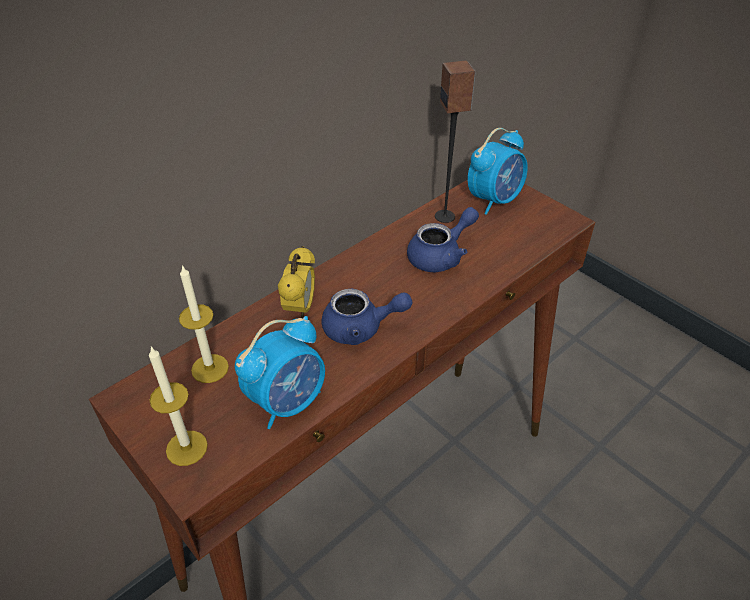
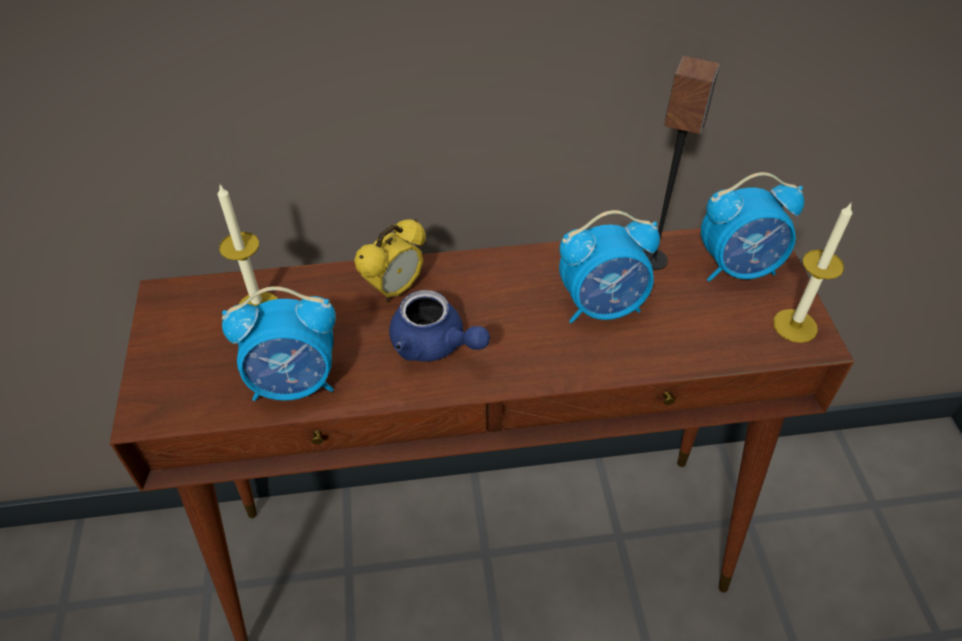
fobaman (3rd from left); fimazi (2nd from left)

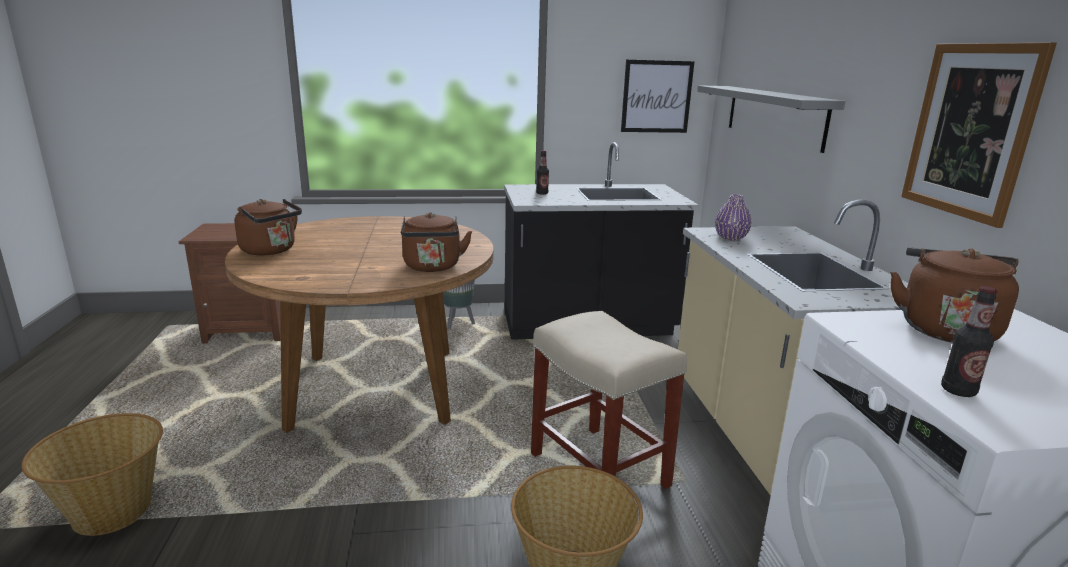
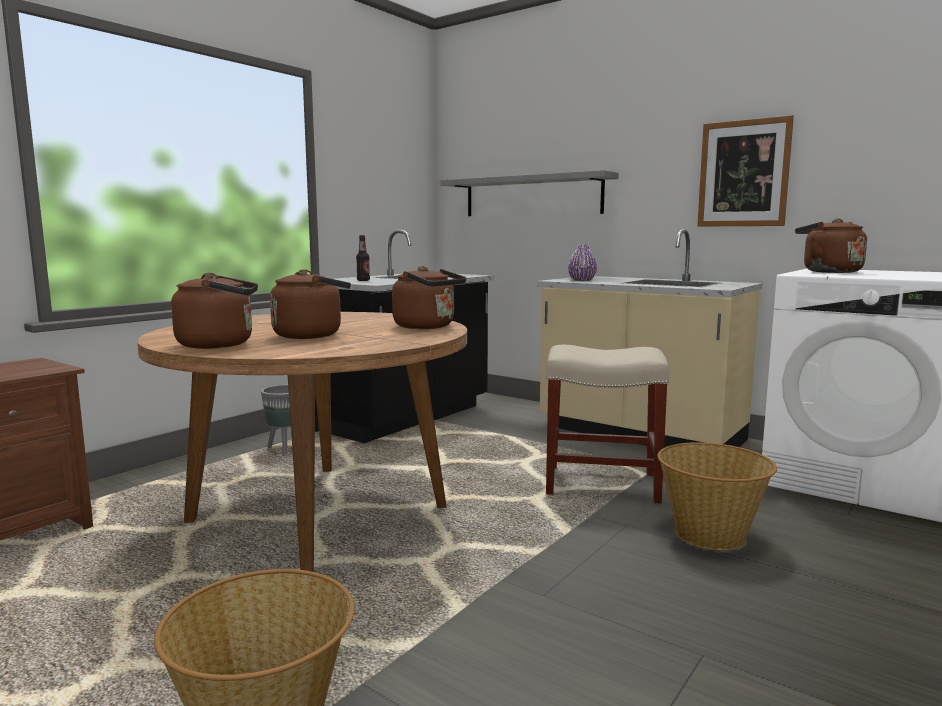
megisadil (1st from left in the first image); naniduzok (2nd from left in the first image); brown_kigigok (2nd from left)

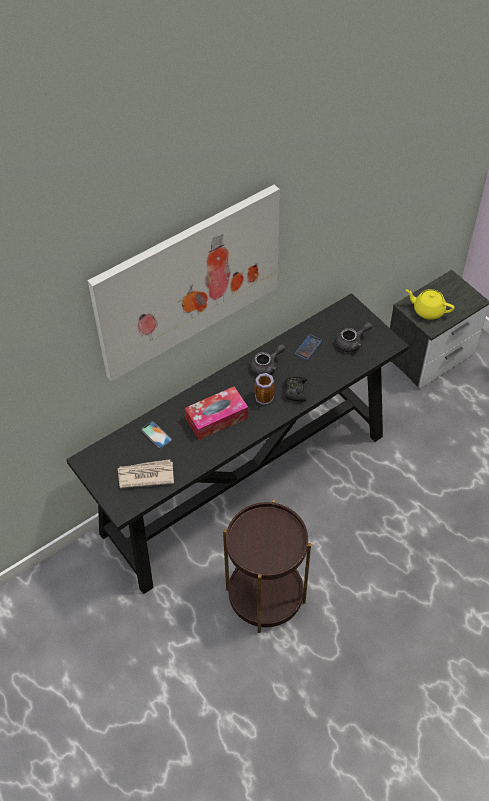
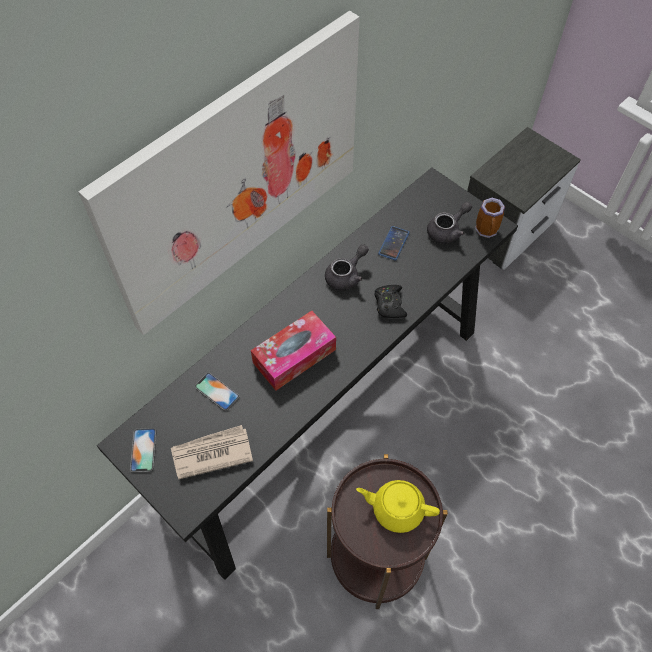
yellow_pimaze; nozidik; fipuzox (1st from left)

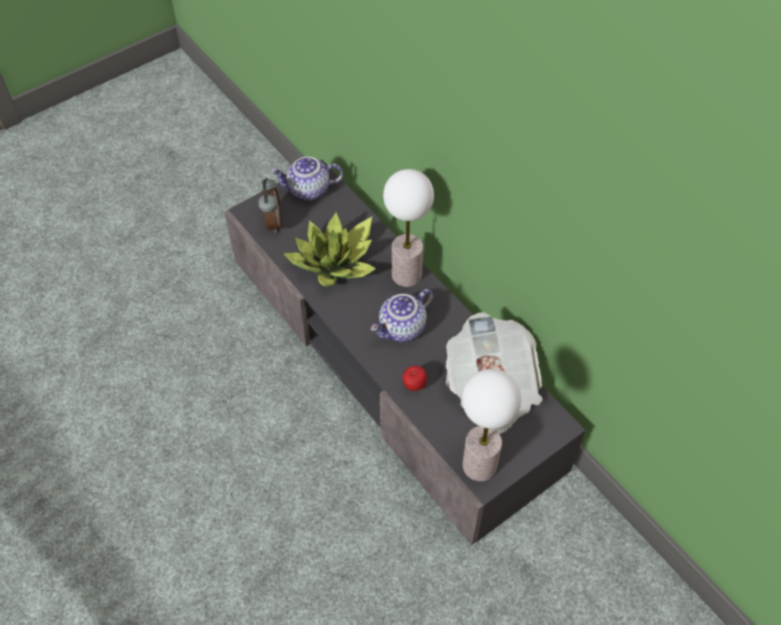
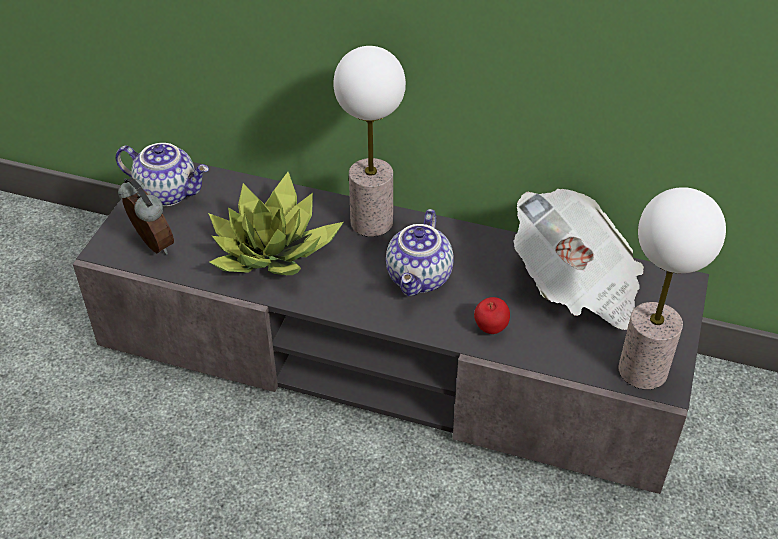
pimaze (1st from left)

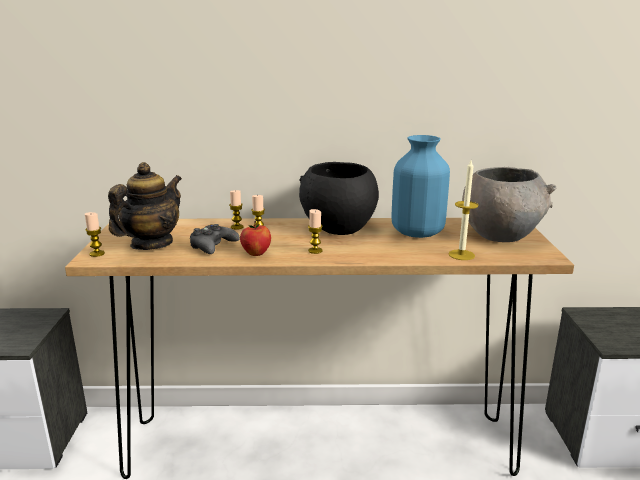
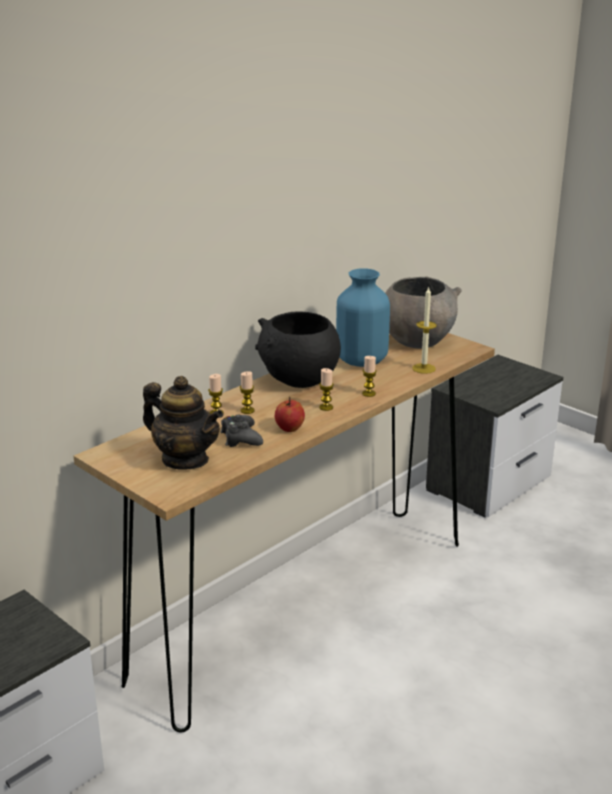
pimaze; fimazi (4th from left)

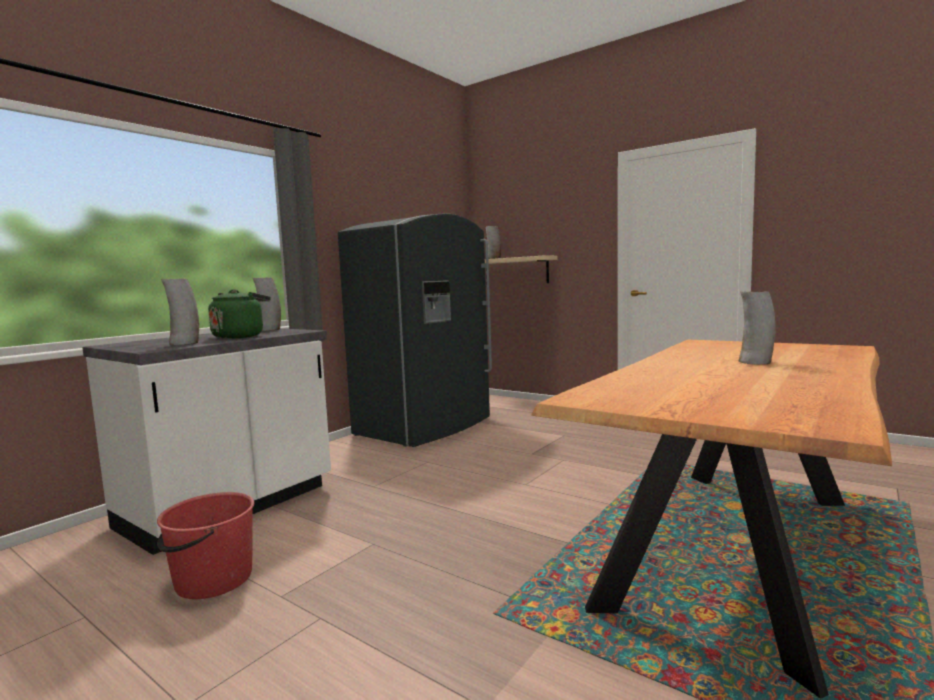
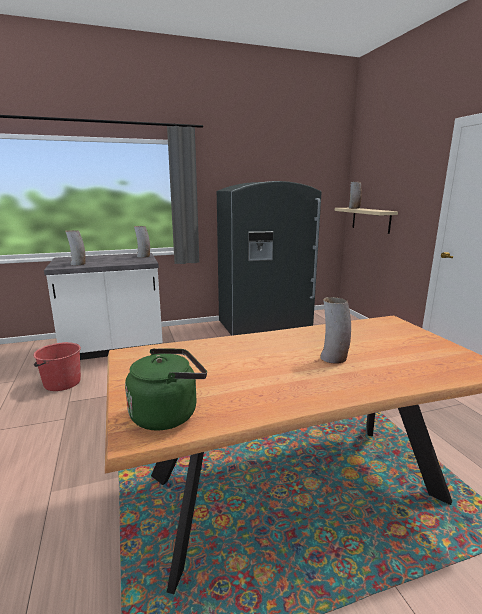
green_kigigok

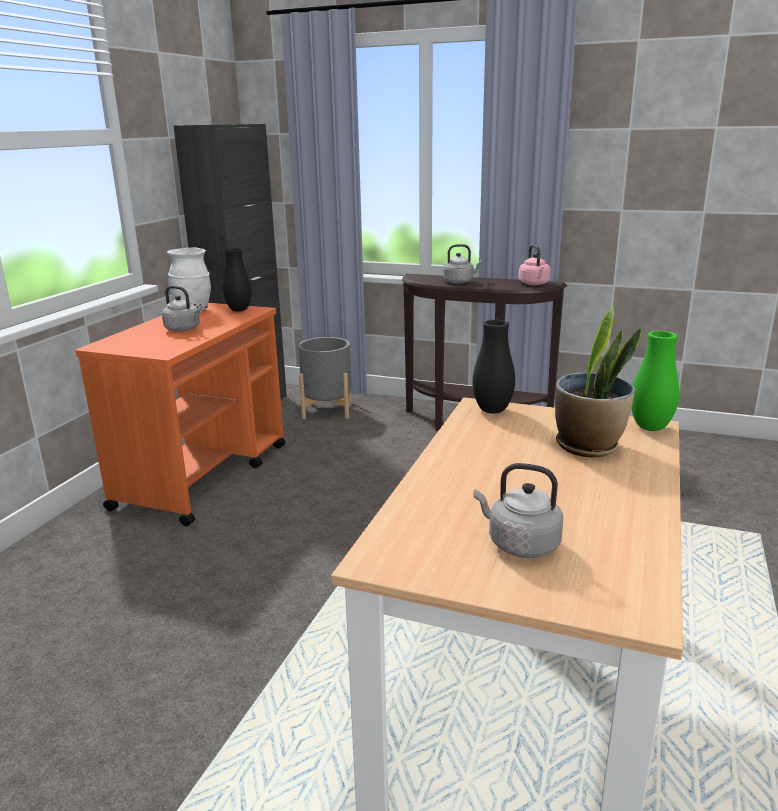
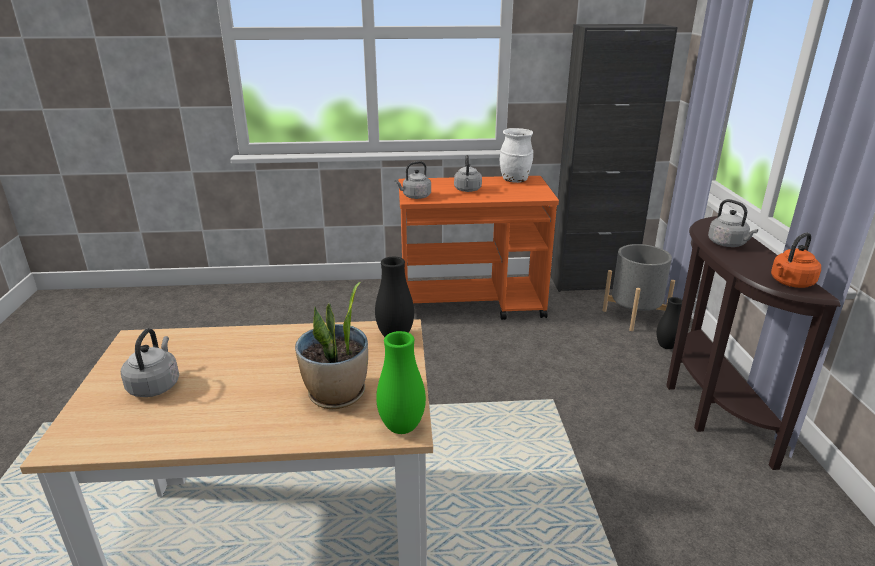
orange_kigigok; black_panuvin (2nd from left); grey_kigigok (2nd from left)

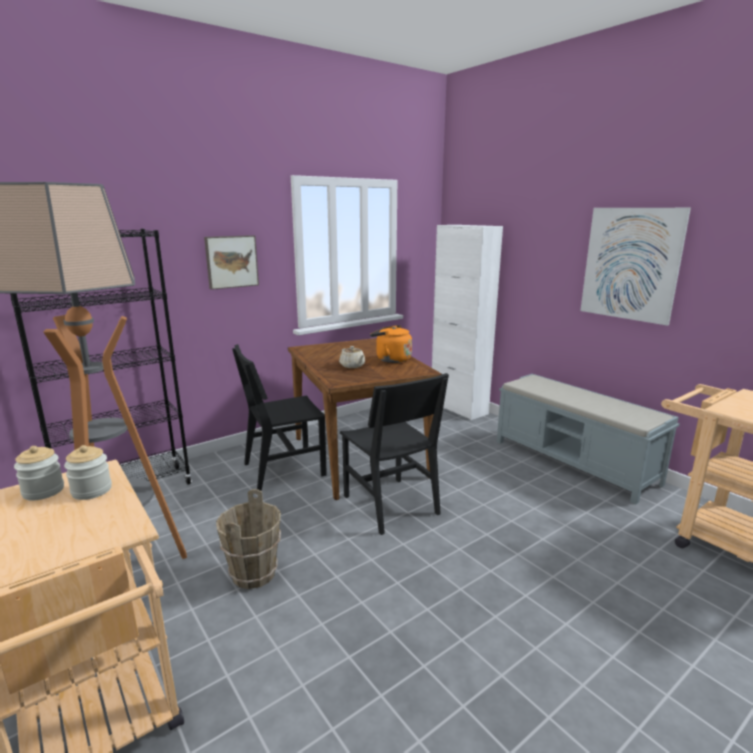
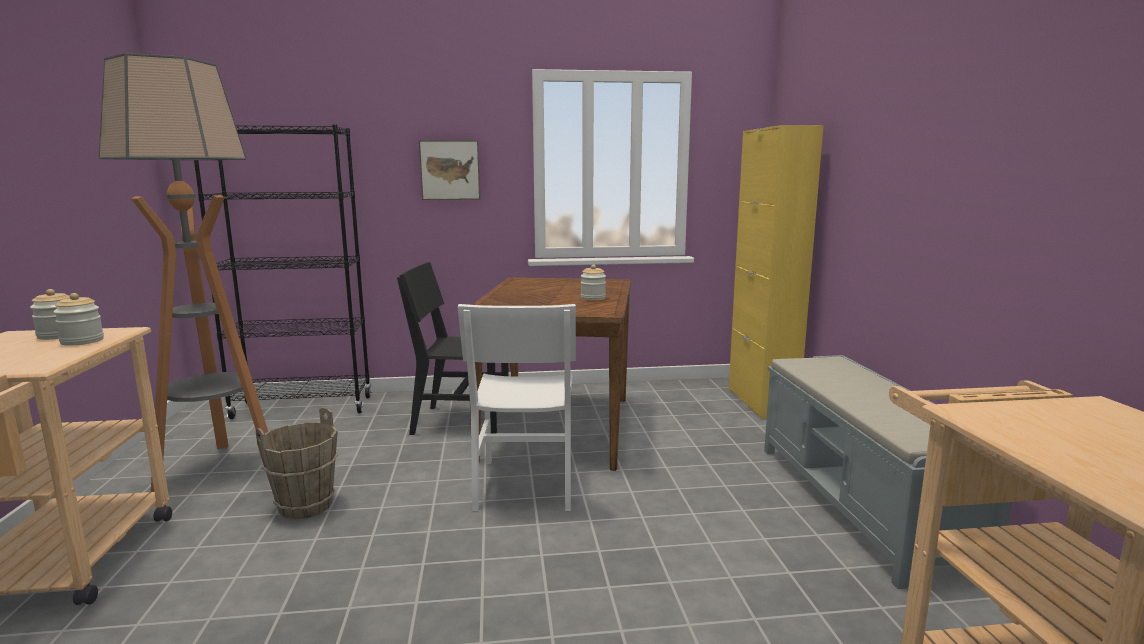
megisadil (2nd from left in the first image); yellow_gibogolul; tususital (3rd from left); beige_pimaze; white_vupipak

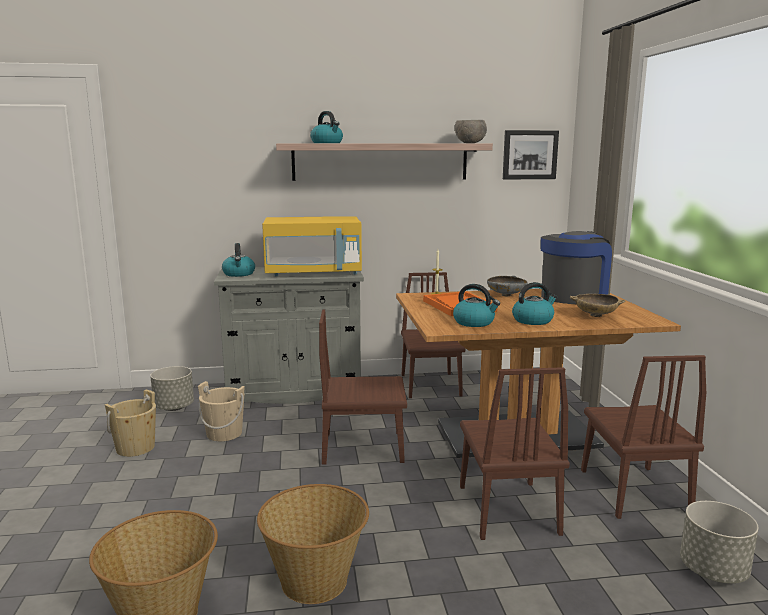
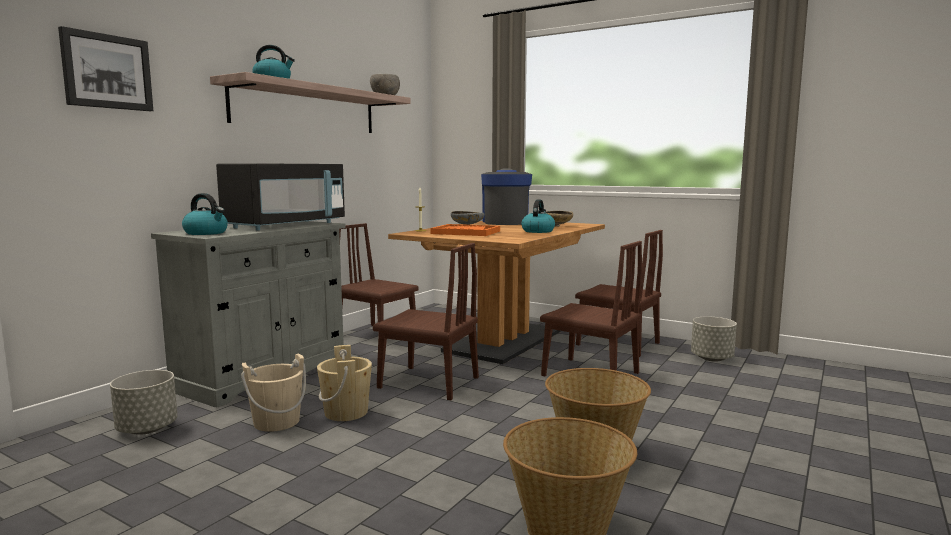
megisadil; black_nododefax; kigigok (3rd from left in the first image); brown_vupipak (2nd from left); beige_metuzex (2nd from left)

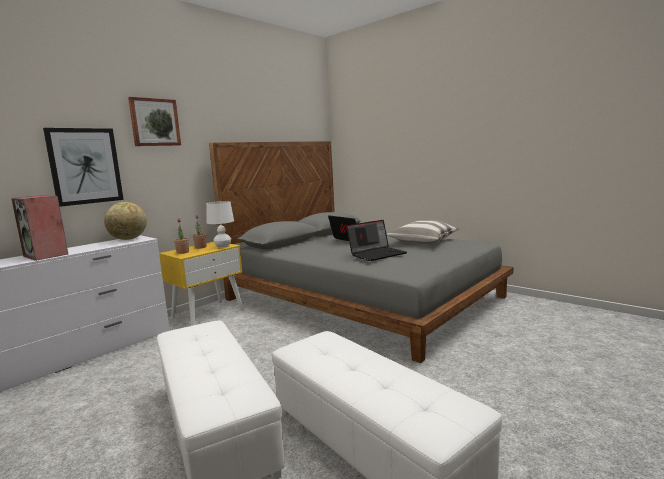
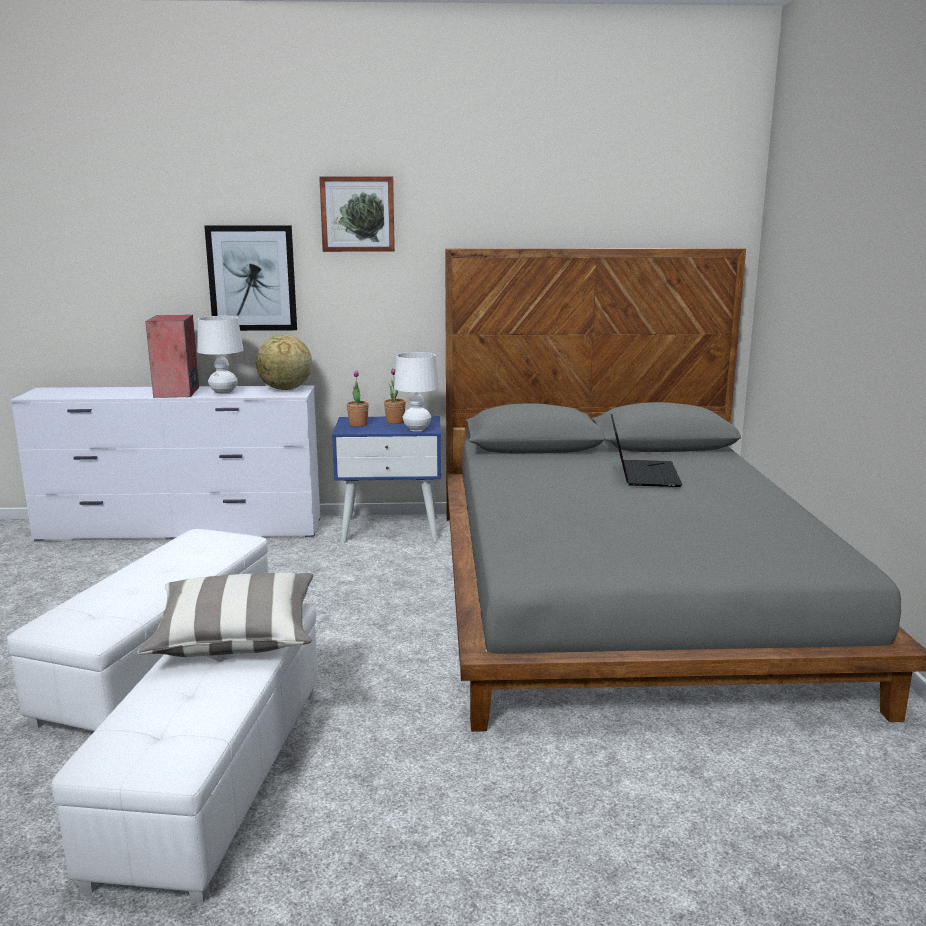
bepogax (2nd from left in the first image); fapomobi; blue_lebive; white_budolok (1st from left)

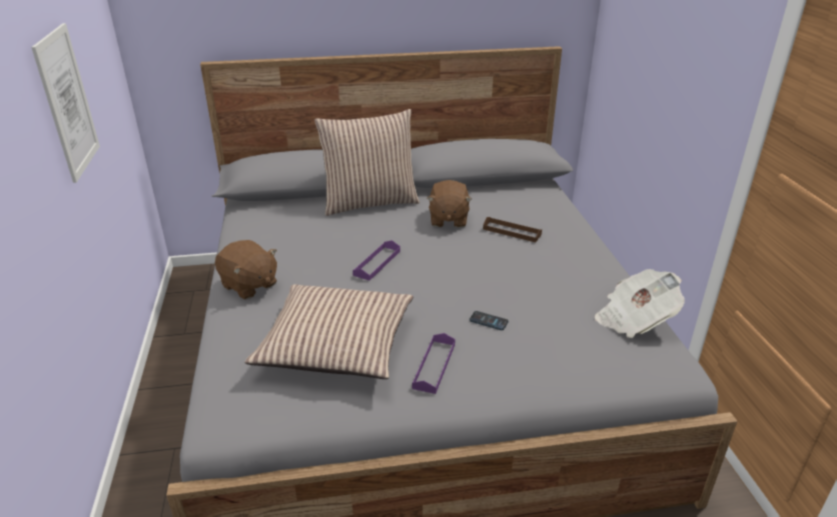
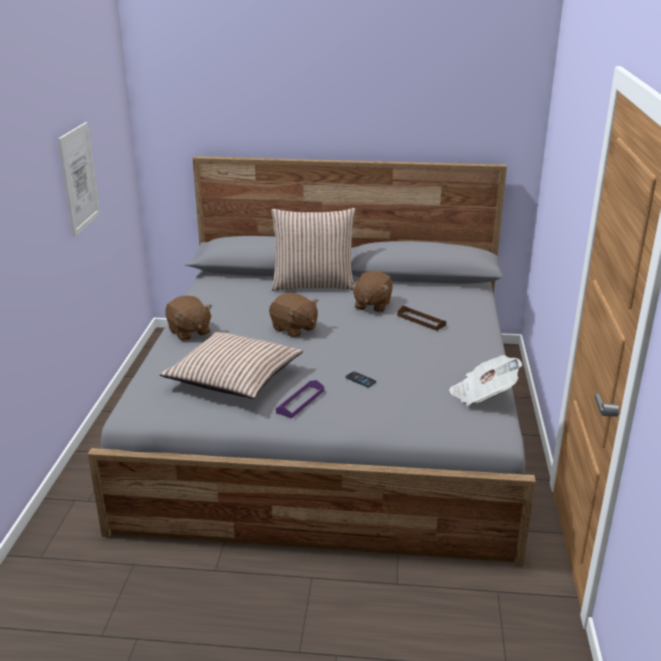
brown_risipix (2nd from left)

